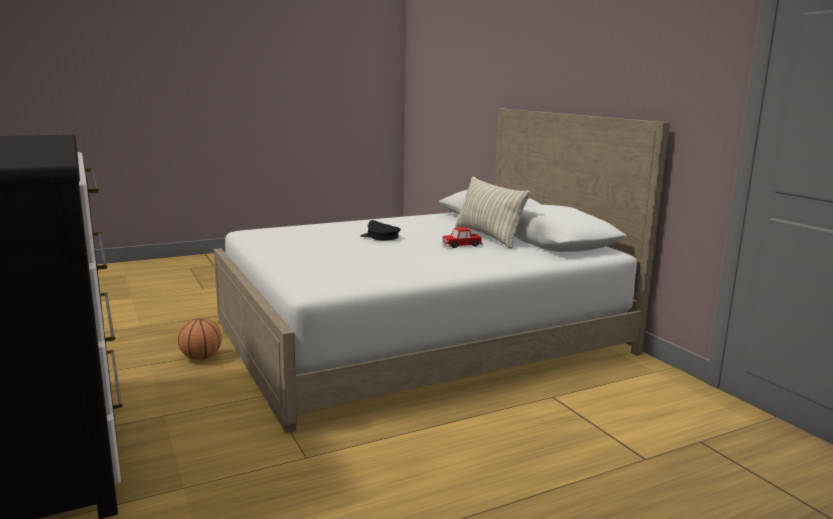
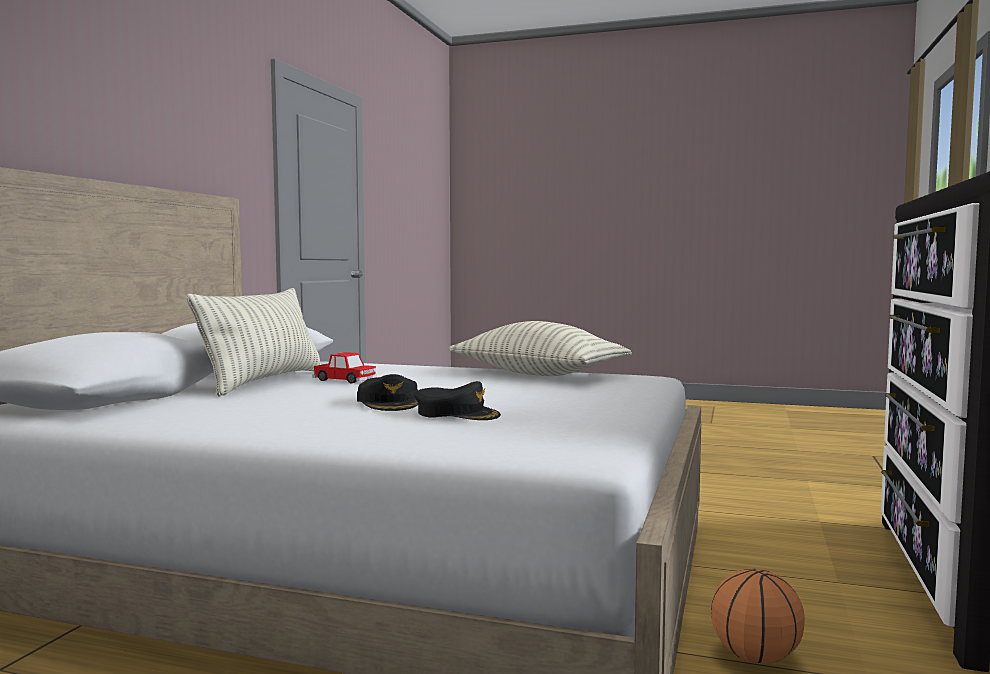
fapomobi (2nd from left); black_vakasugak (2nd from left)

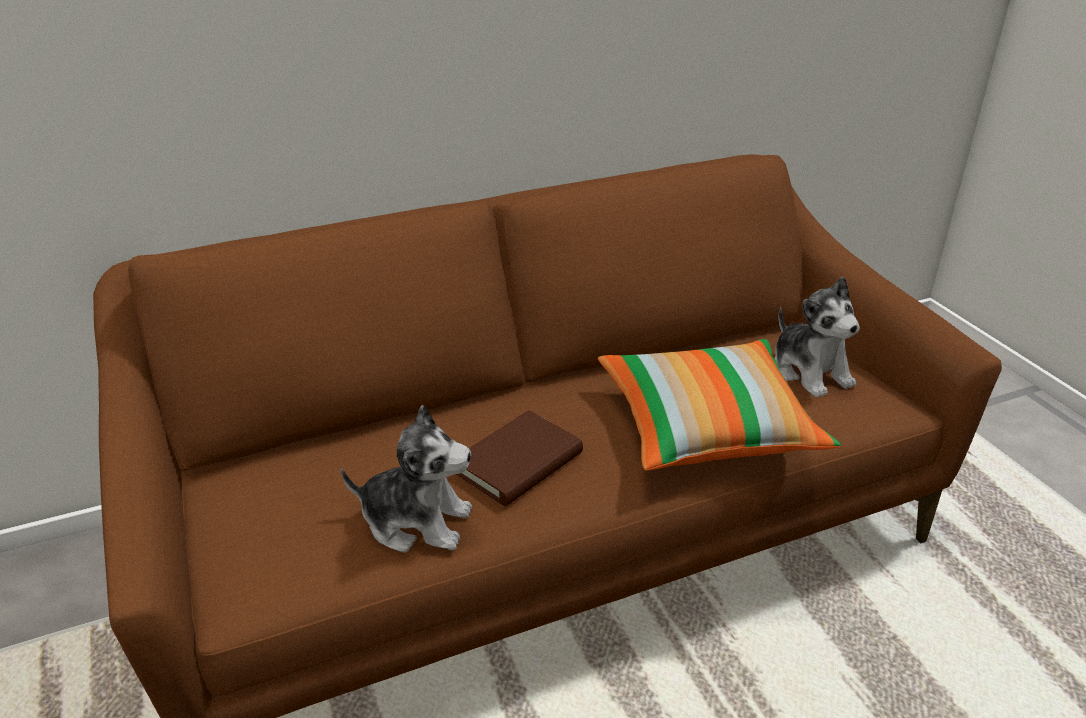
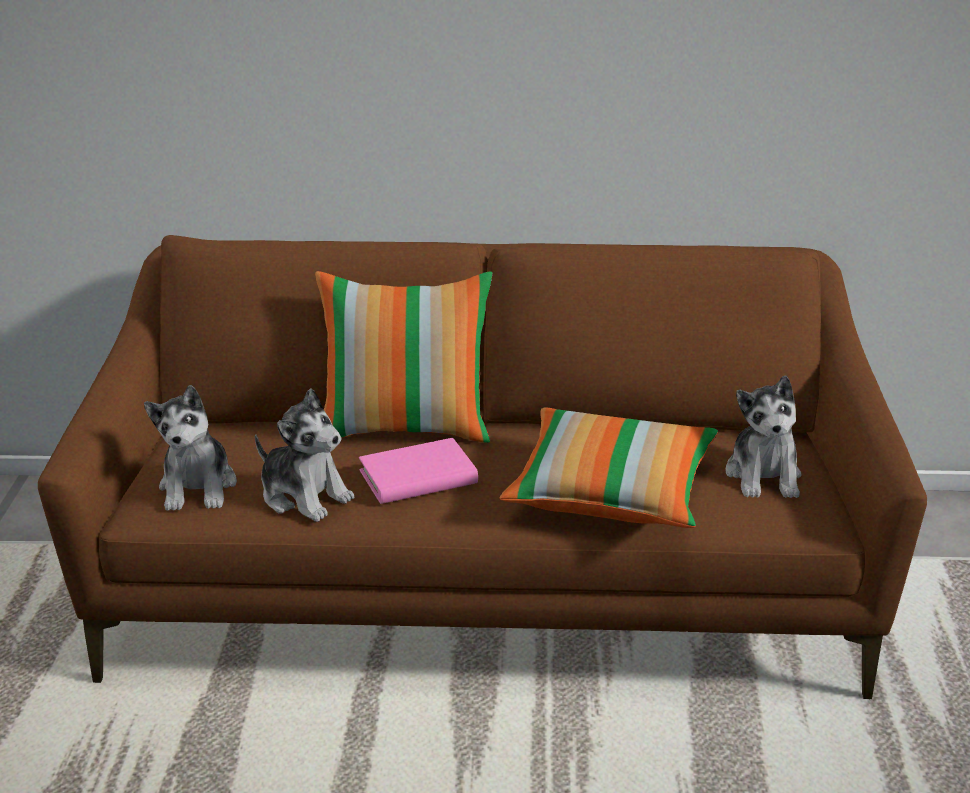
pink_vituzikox; fapomobi (1st from left); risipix (1st from left)

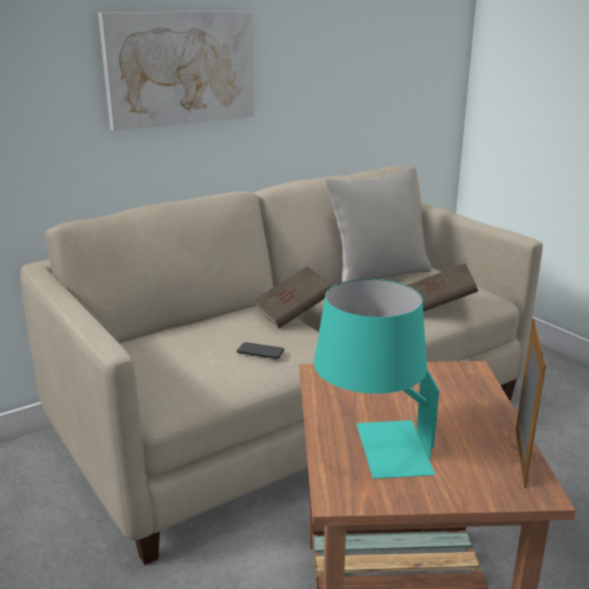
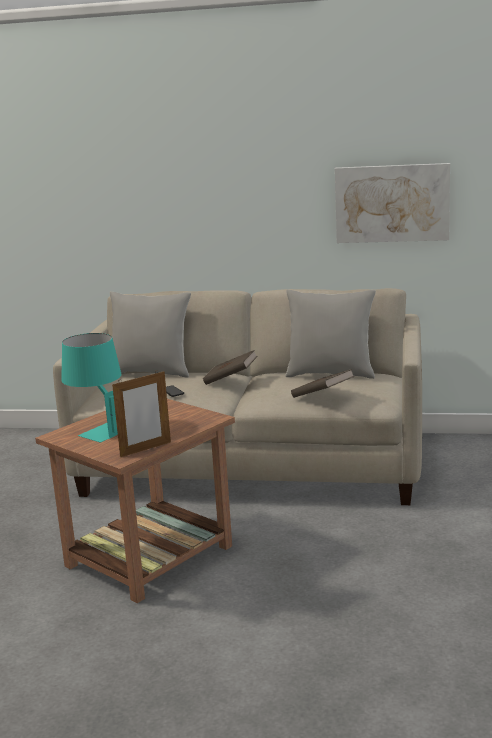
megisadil; grey_fapomobi (1st from left)

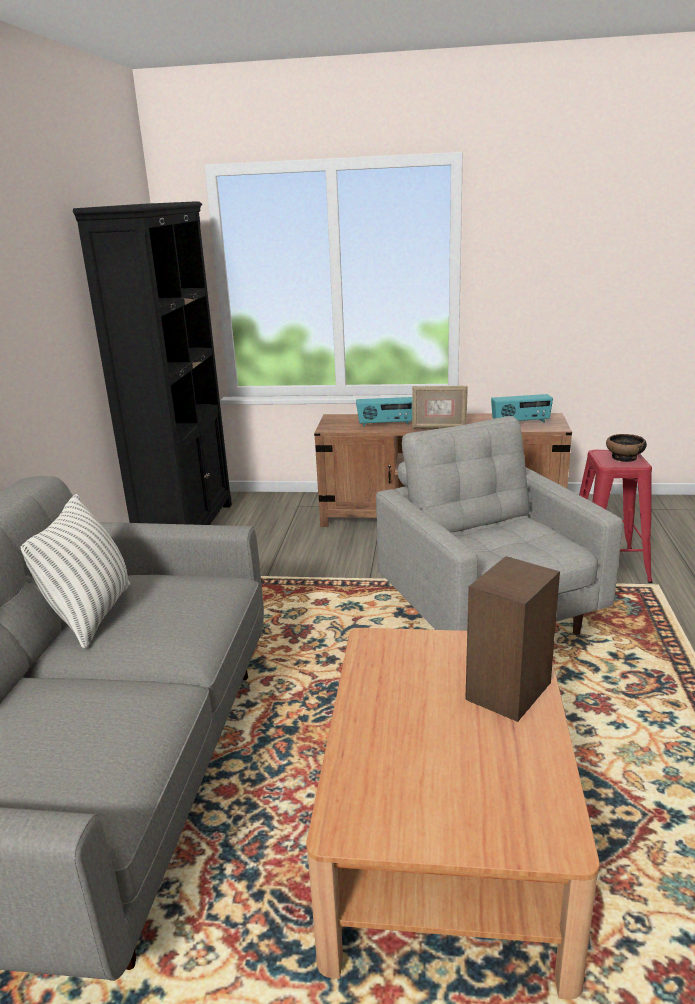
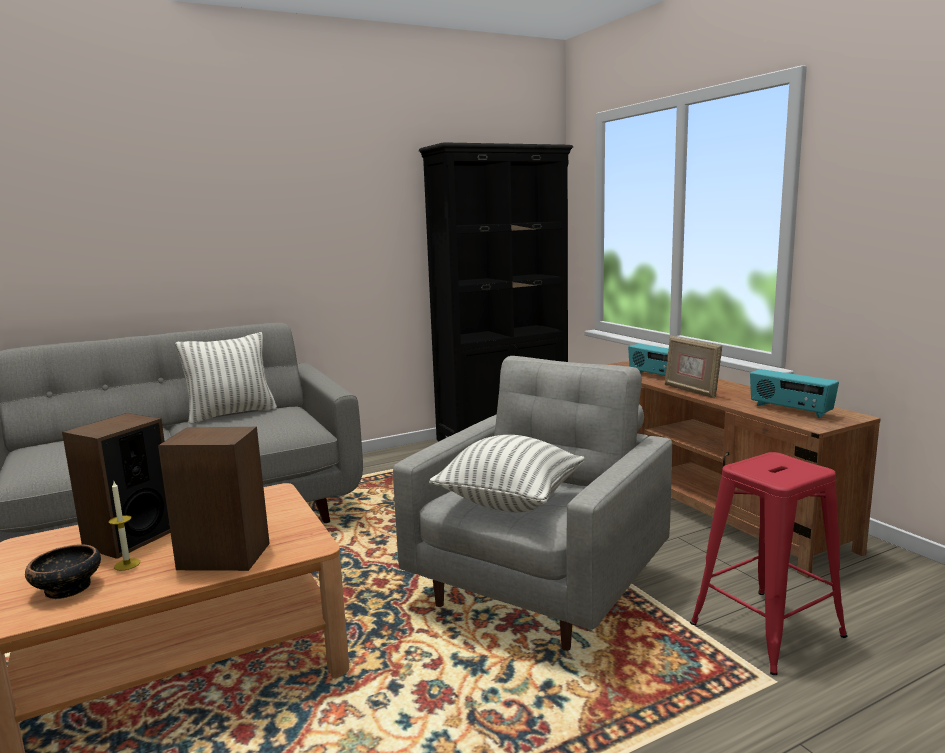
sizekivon; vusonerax (1st from left); fapomobi (2nd from left); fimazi

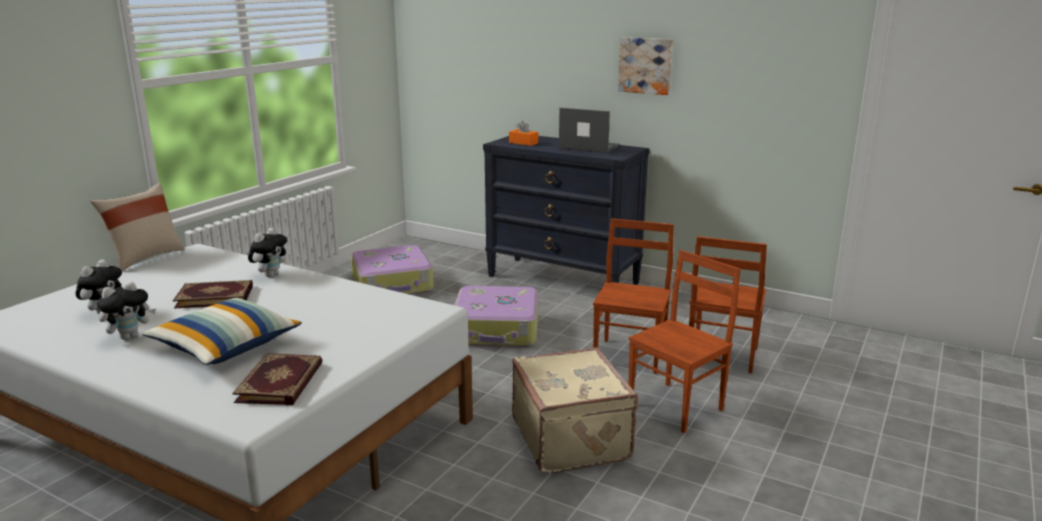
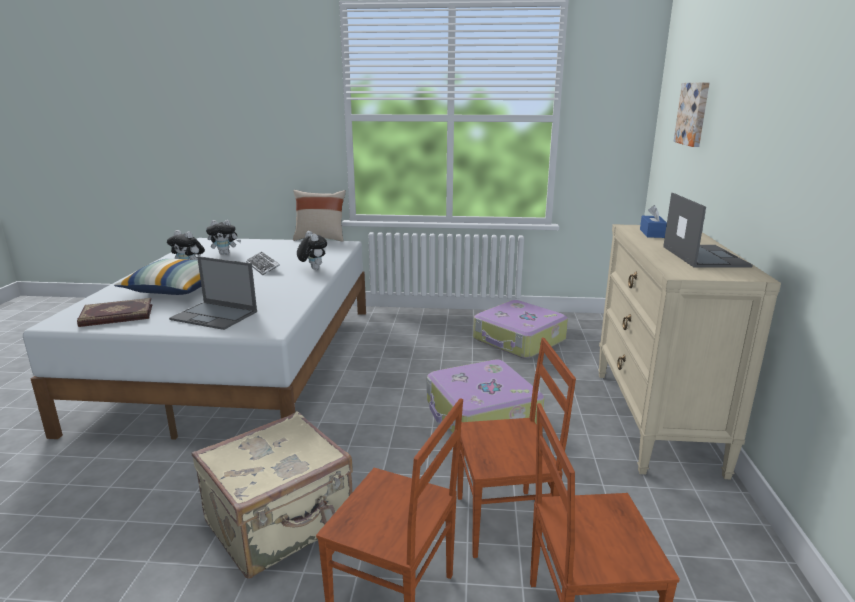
megisadil; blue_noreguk; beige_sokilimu; risipix (3rd from left); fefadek; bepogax (1st from left)

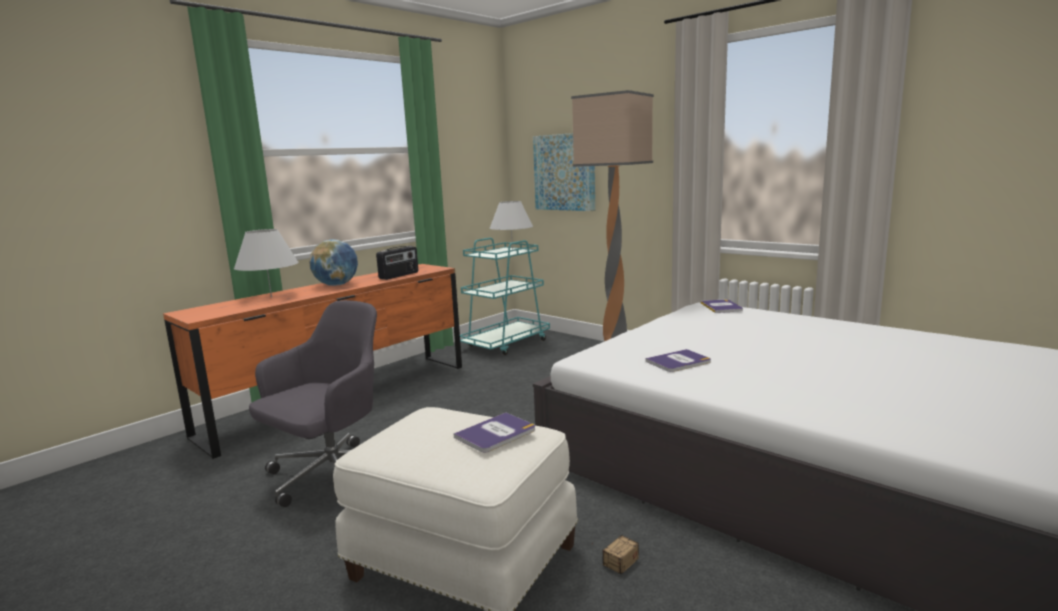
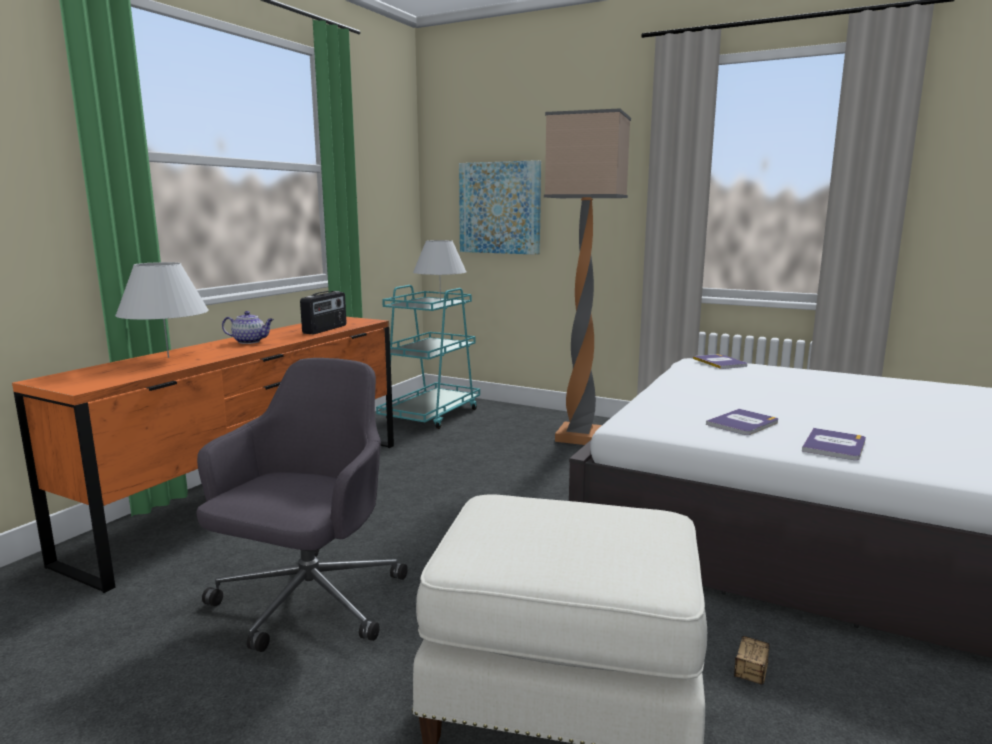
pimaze; vituzikox (3rd from left)

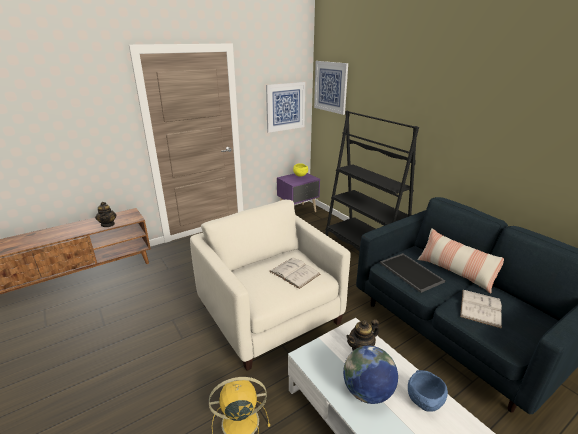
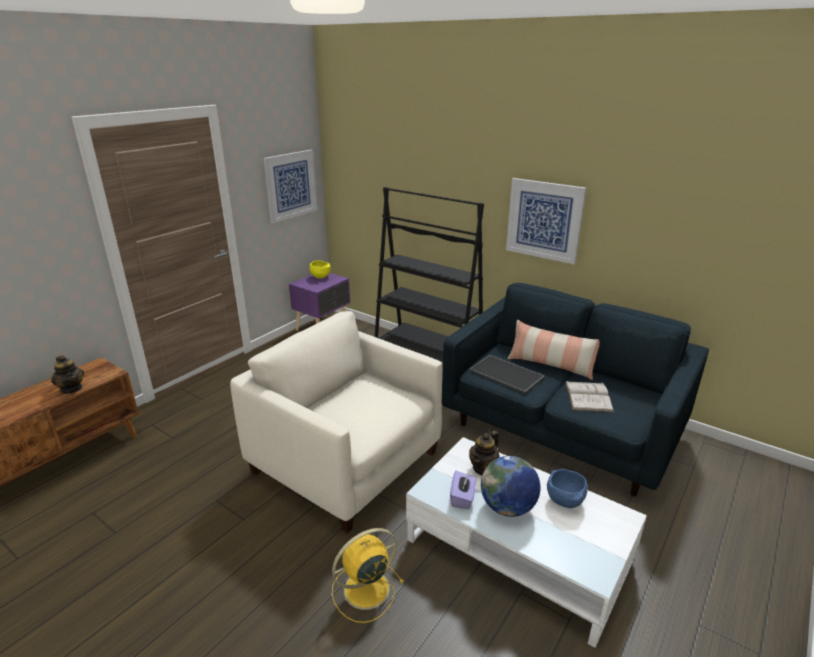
megisadil (2nd from left); white_vituzikox (1st from left in the first image); purple_noreguk

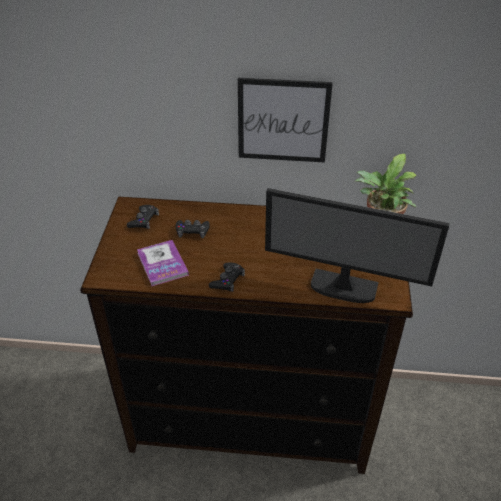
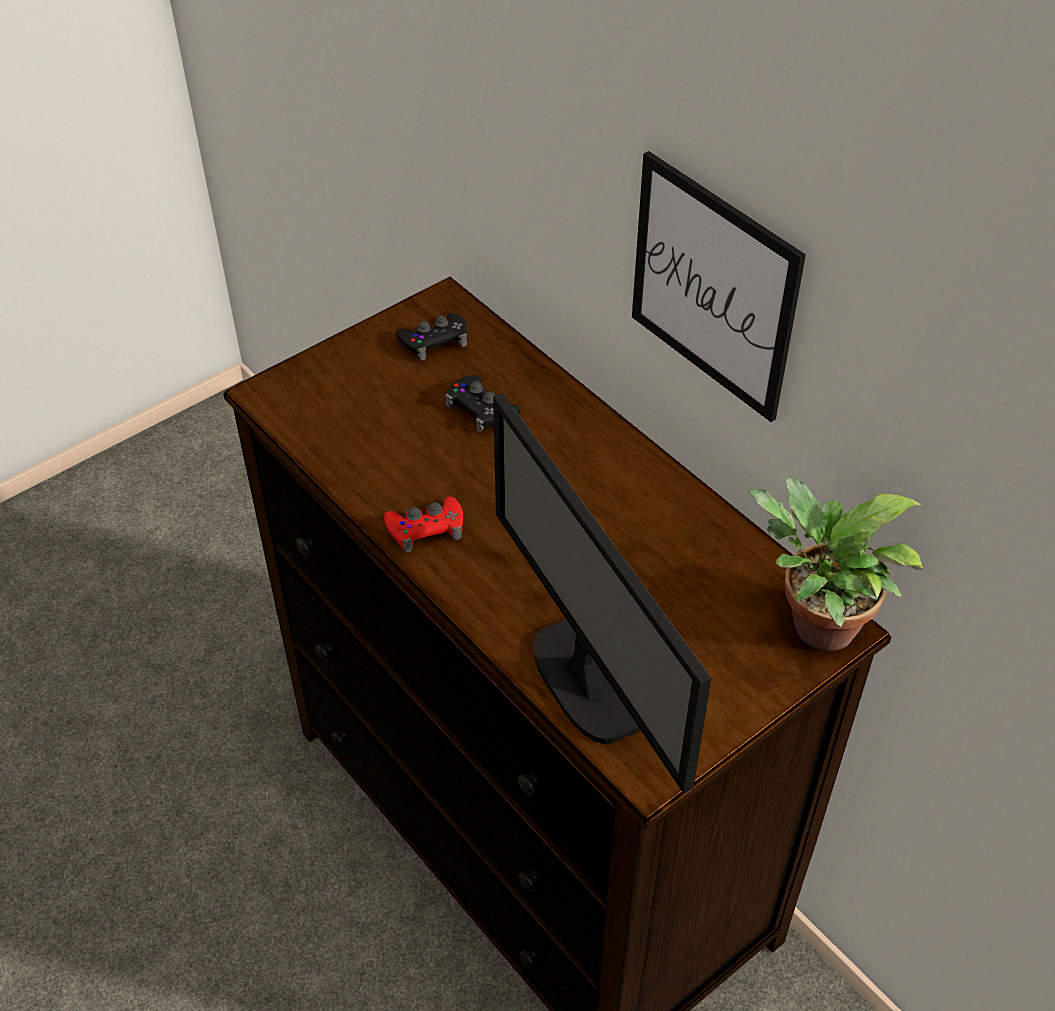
vituzikox; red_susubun

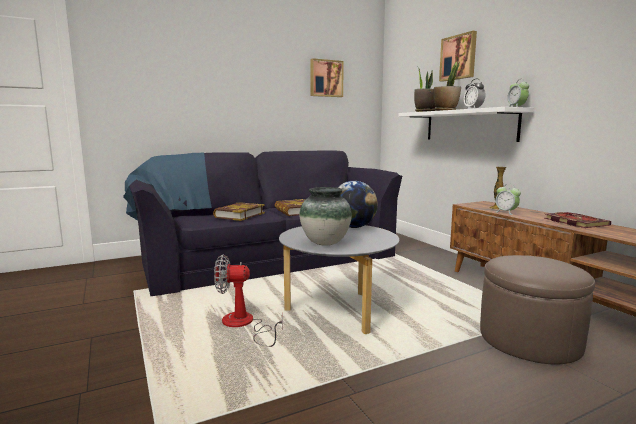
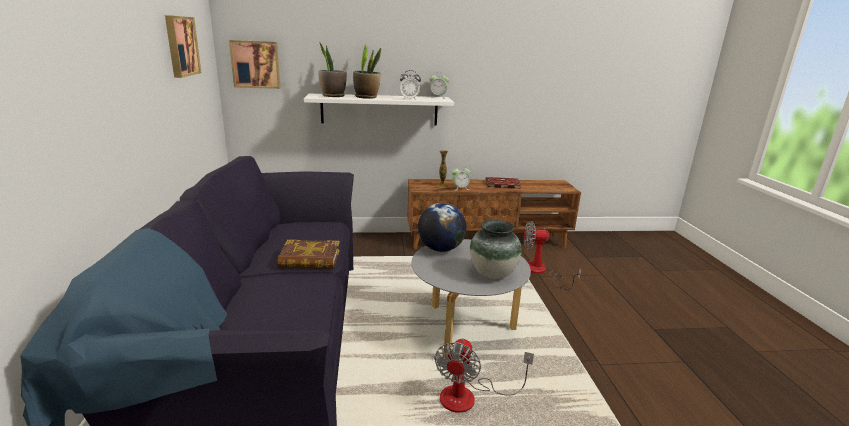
megisadil (2nd from left); vituzikox (1st from left in the first image); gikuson (2nd from left)

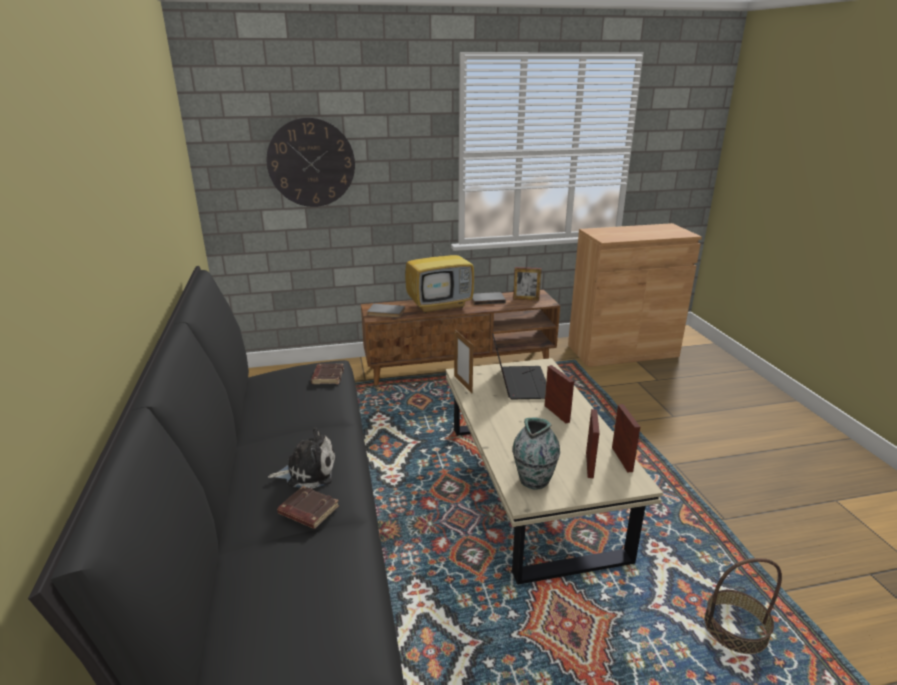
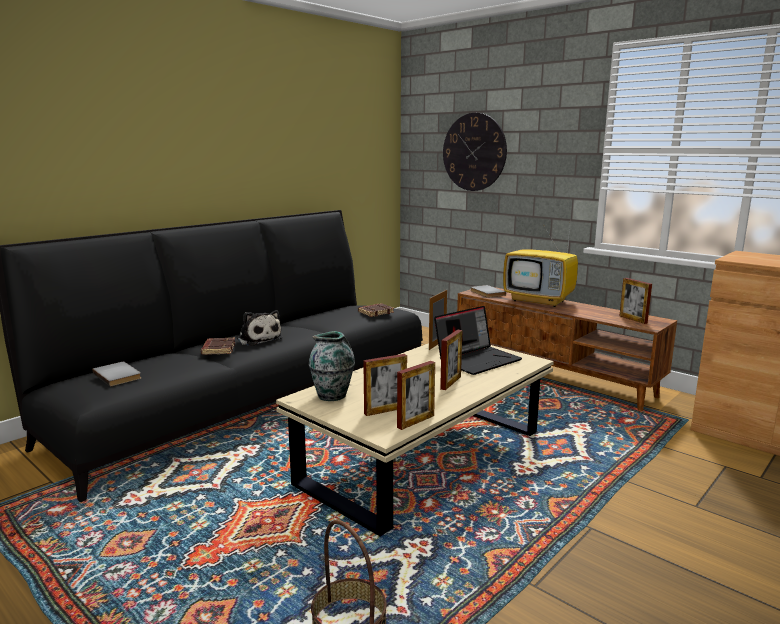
grey_vituzikox (1st from left)

